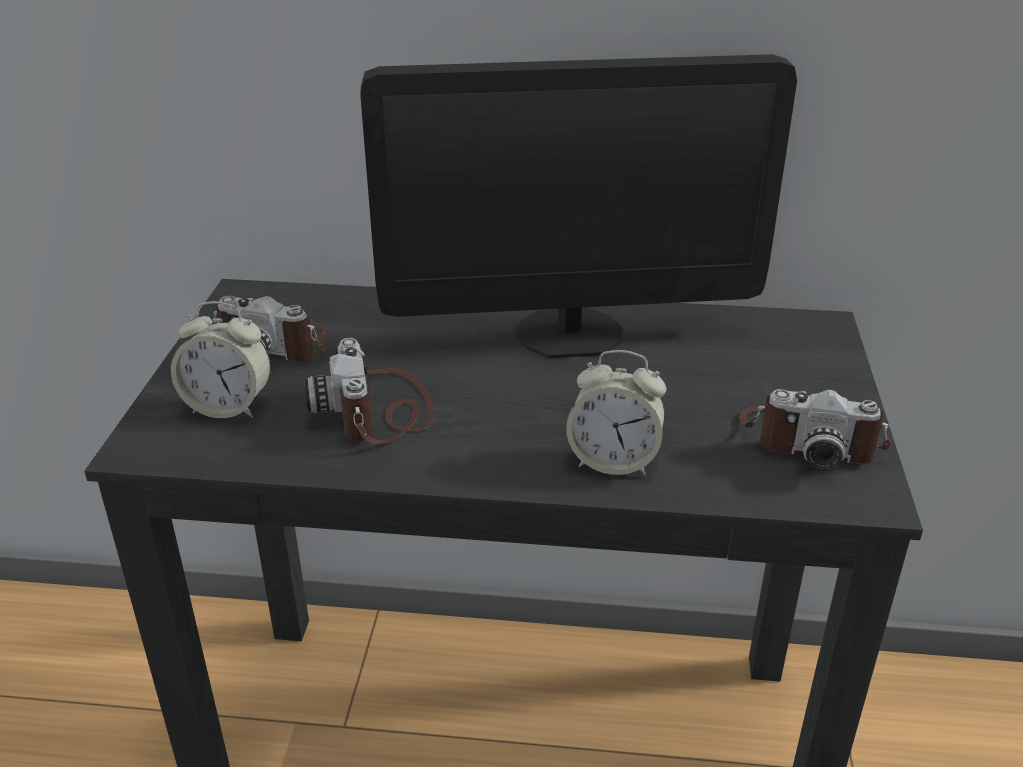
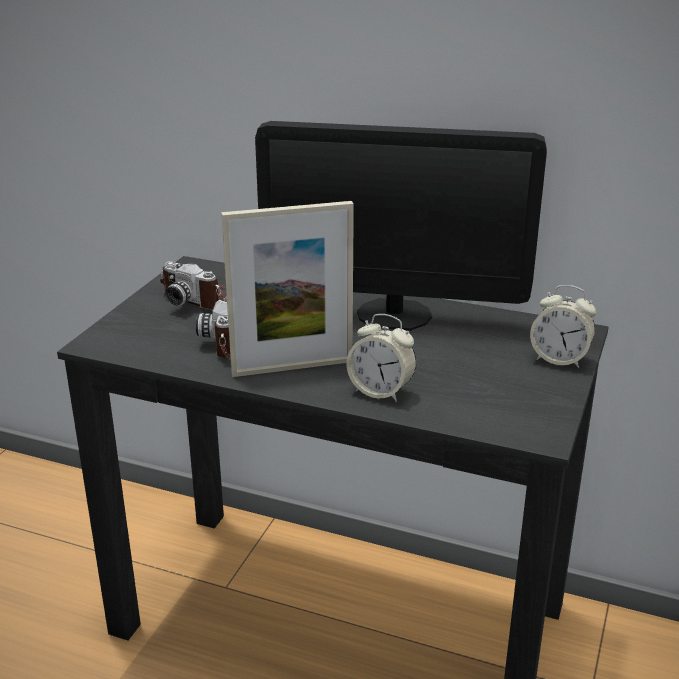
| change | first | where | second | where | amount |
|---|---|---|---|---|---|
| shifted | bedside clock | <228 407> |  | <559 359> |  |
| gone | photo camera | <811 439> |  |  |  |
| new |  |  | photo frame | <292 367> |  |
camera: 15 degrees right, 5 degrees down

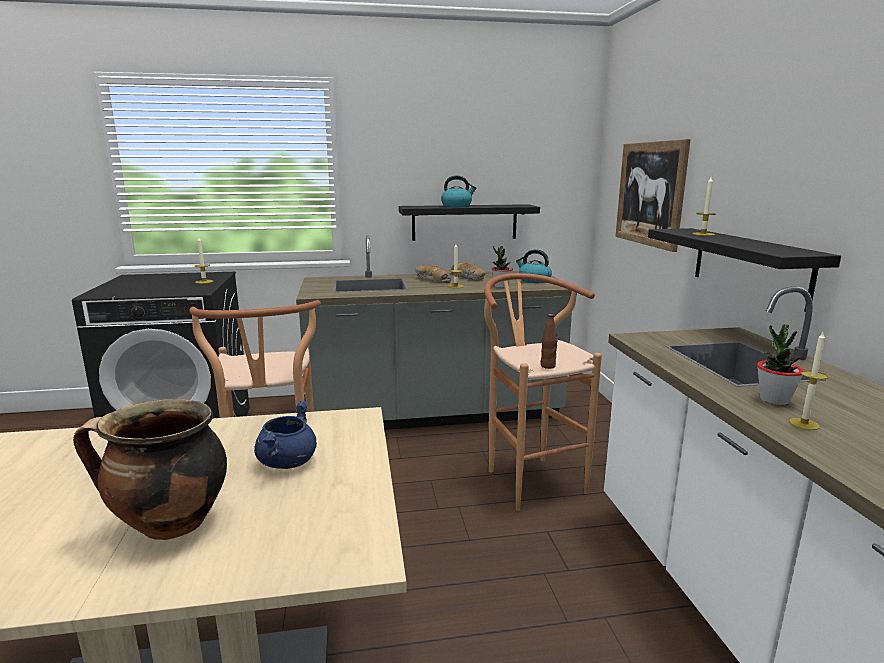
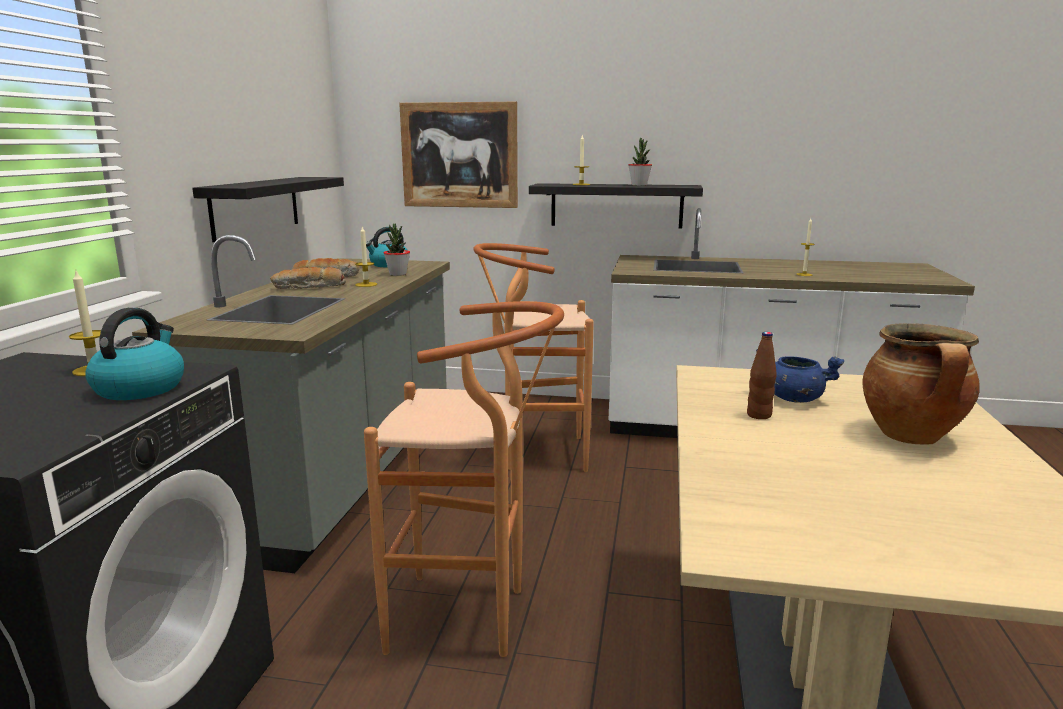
| change | first | where | second | where | amount |
|---|---|---|---|---|---|
| shifted | water kettle | <457 206> |  | <140 388> |  |
| shifted | brownish beverage bottle | <548 366> |  | <759 415> |  |
| shifted | houseplant | <774 400> |  | <639 185> |  |
camera: 70 degrees left, 0 degrees up

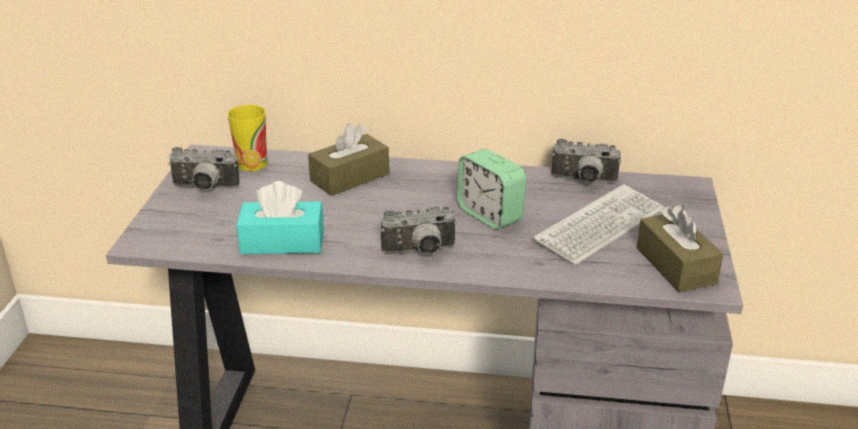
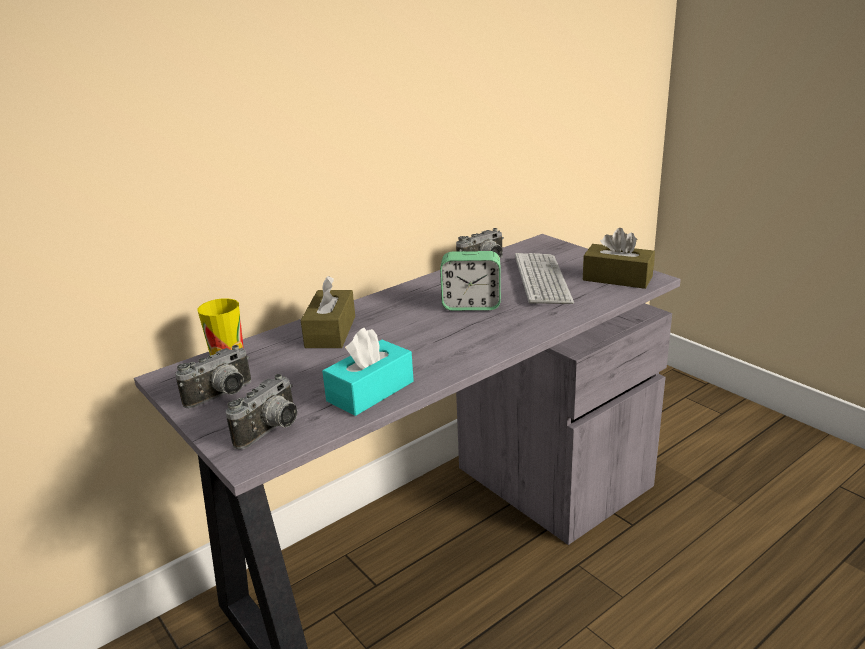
| change | first | where | second | where | amount |
|---|---|---|---|---|---|
| shifted | photo camera | <420 252> |  | <272 431> |  |
camera: 45 degrees left, 5 degrees down

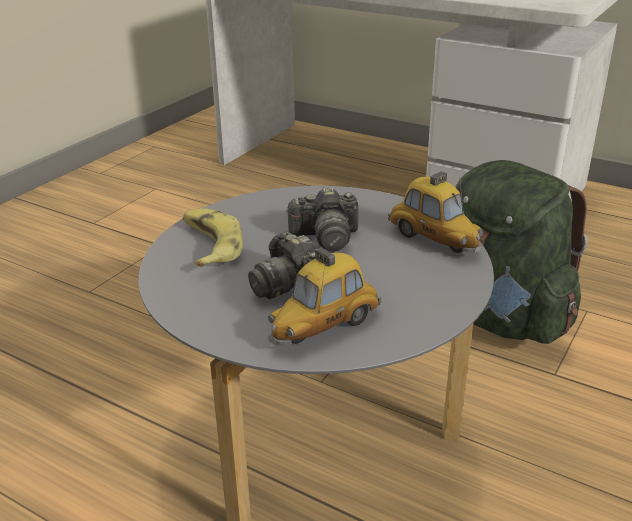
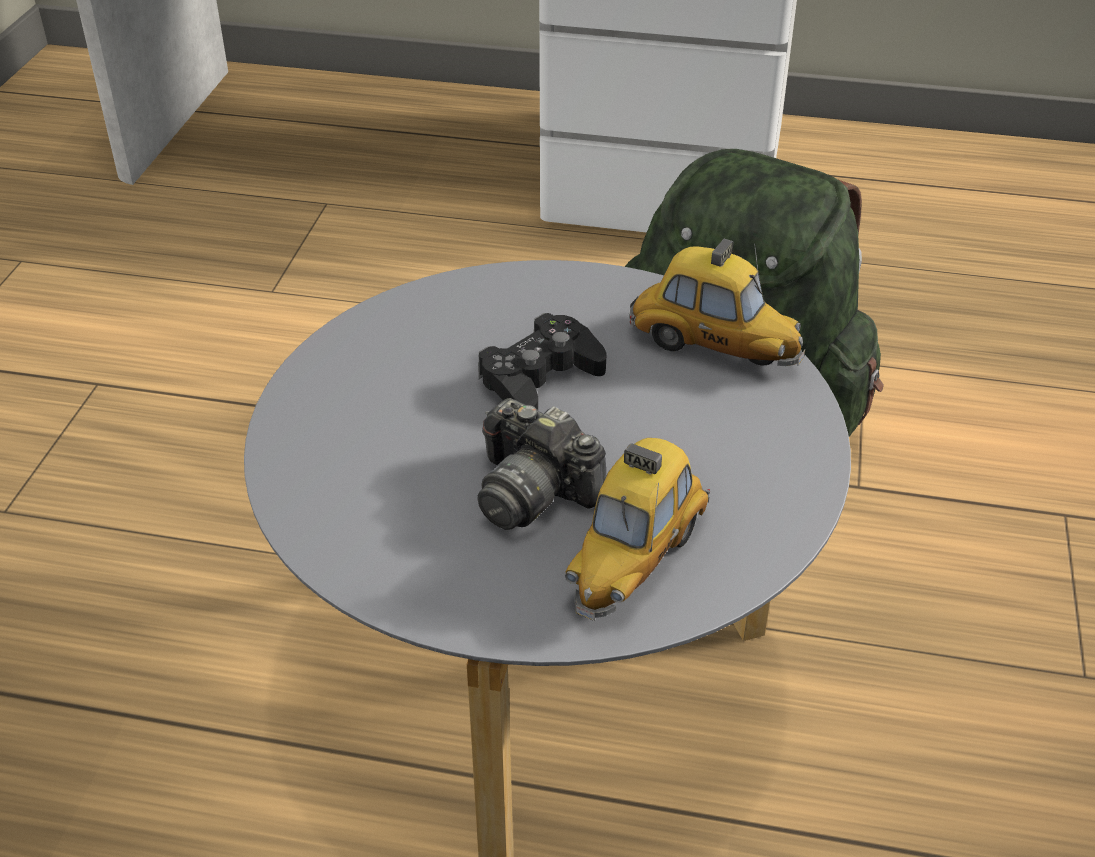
| change | first | where | second | where | amount |
|---|---|---|---|---|---|
| swapped | photo camera | <325 238> | black joypad | <540 378> |  |
| gone | banana | <209 246> |  |  |  |
camera: 20 degrees left, 10 degrees up

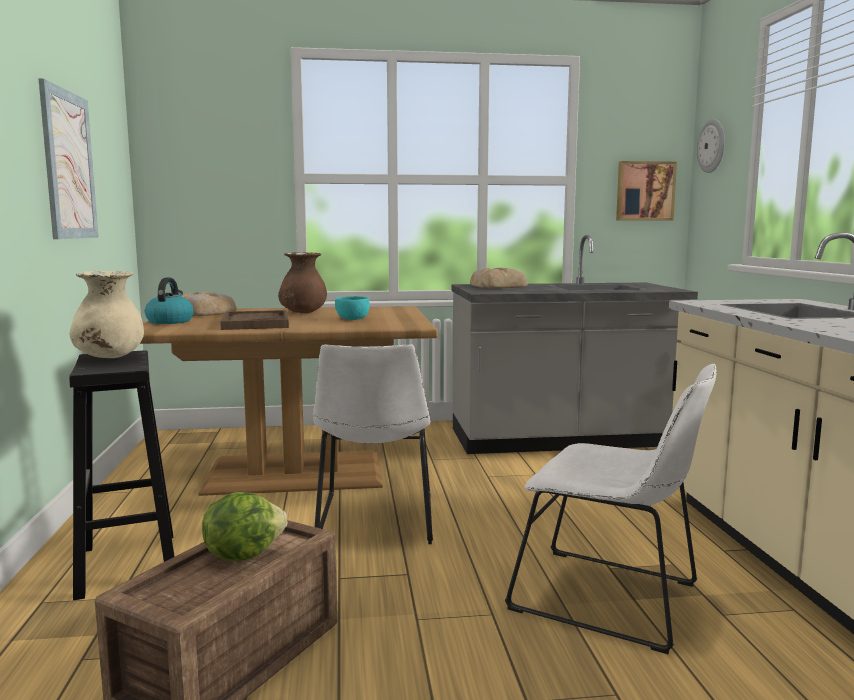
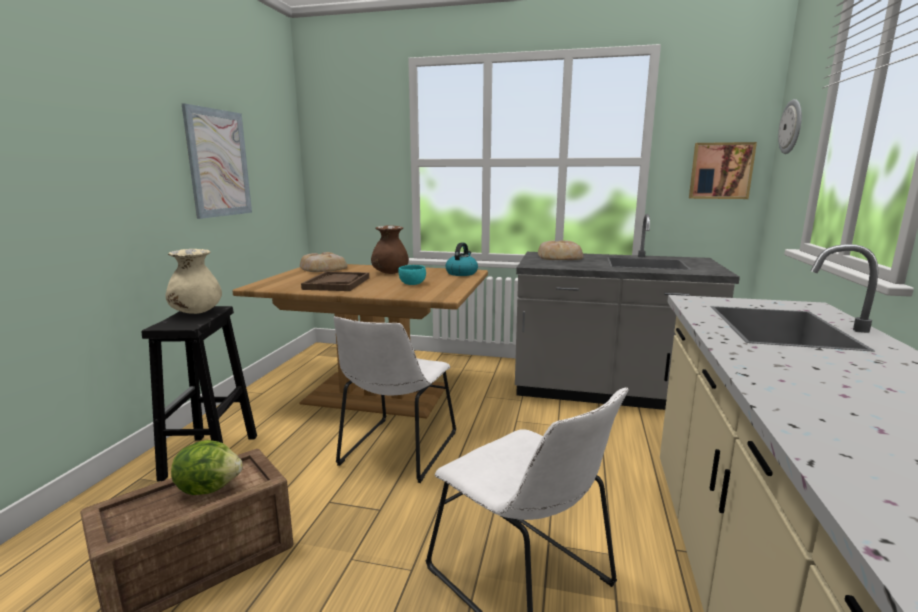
| change | first | where | second | where | amount |
|---|---|---|---|---|---|
| shifted | water kettle | <170 321> |  | <461 273> |  |
camera: 20 degrees right, 5 degrees up

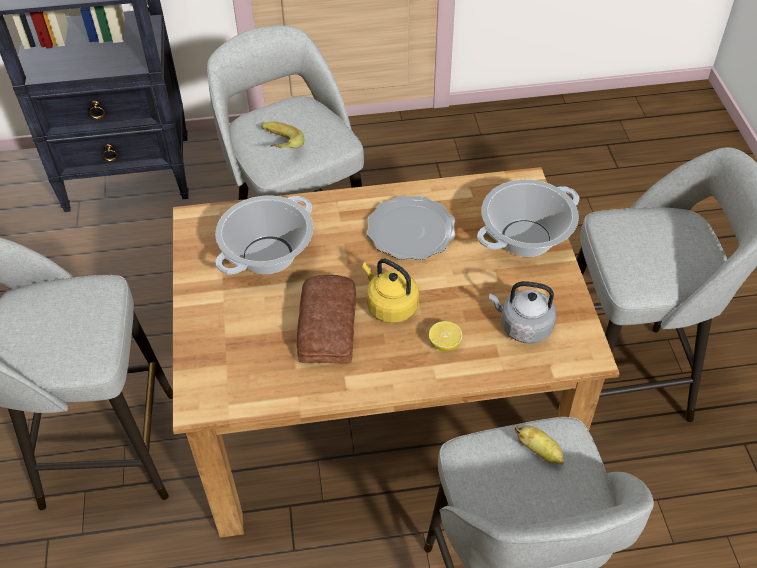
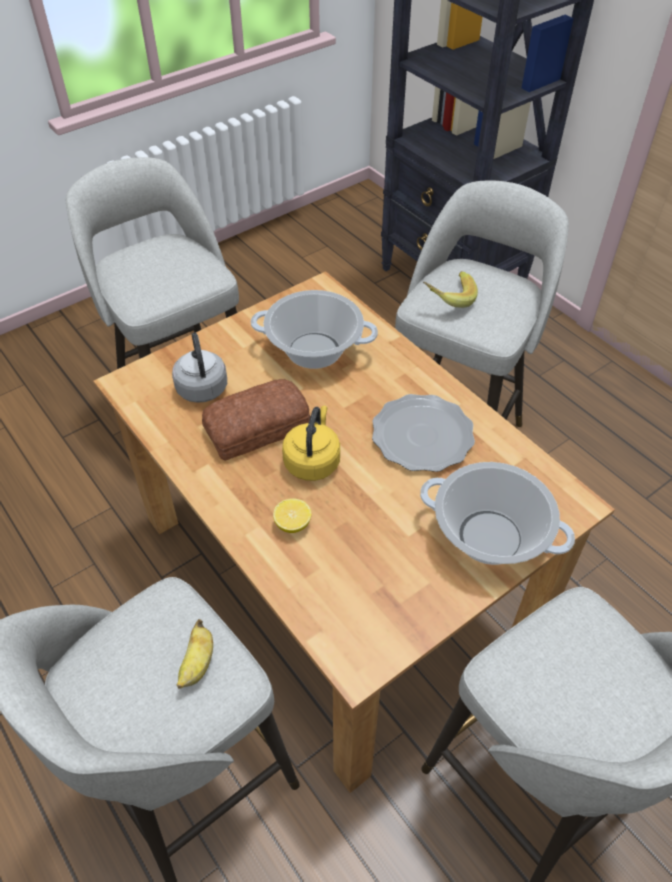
| change | first | where | second | where | amount |
|---|---|---|---|---|---|
| shifted | greyish water kettle | <523 326> |  | <201 386> |  |
camera: 60 degrees right, 0 degrees up

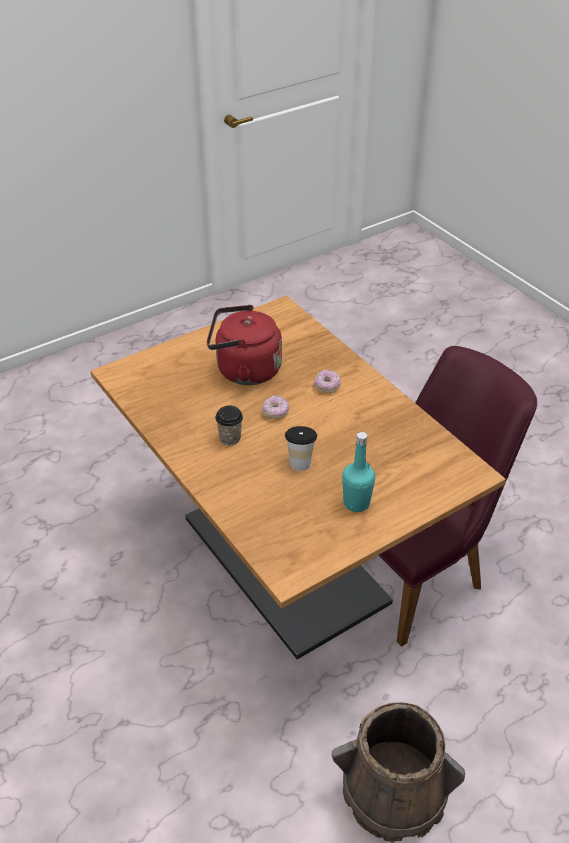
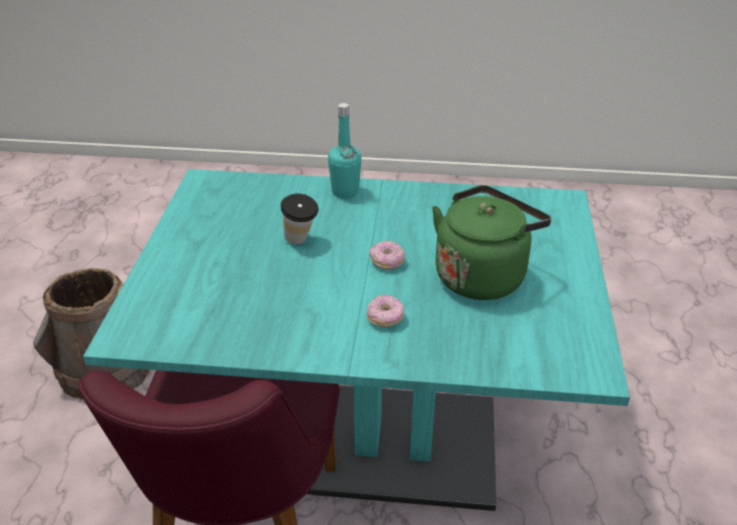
| change | first | where | second | where | amount |
|---|---|---|---|---|---|
| repainted | brownish dinner table | <284 559> | turquoise dinner table | <368 443> |  |
| repainted | red water kettle | <244 370> | green water kettle | <482 275> |  |
| gone | cup | <230 438> |  |  |  |
| shifted | turquoise beverage bottle | <356 503> |  | <345 192> |  |
camera: 130 degrees right, 5 degrees down

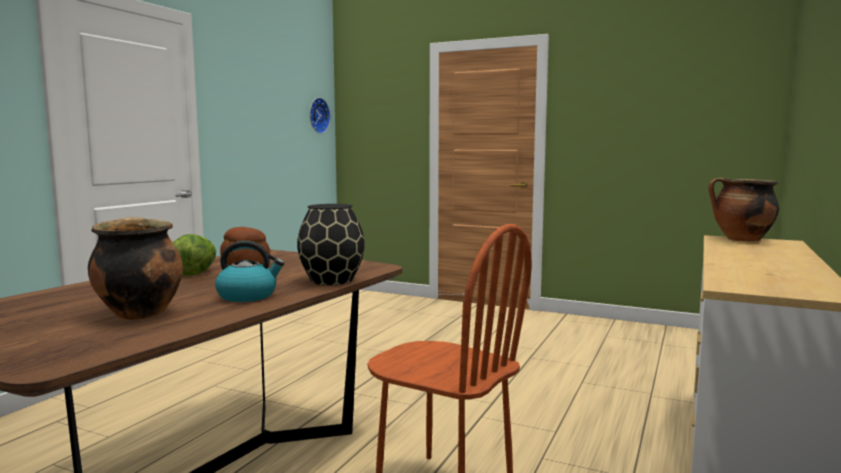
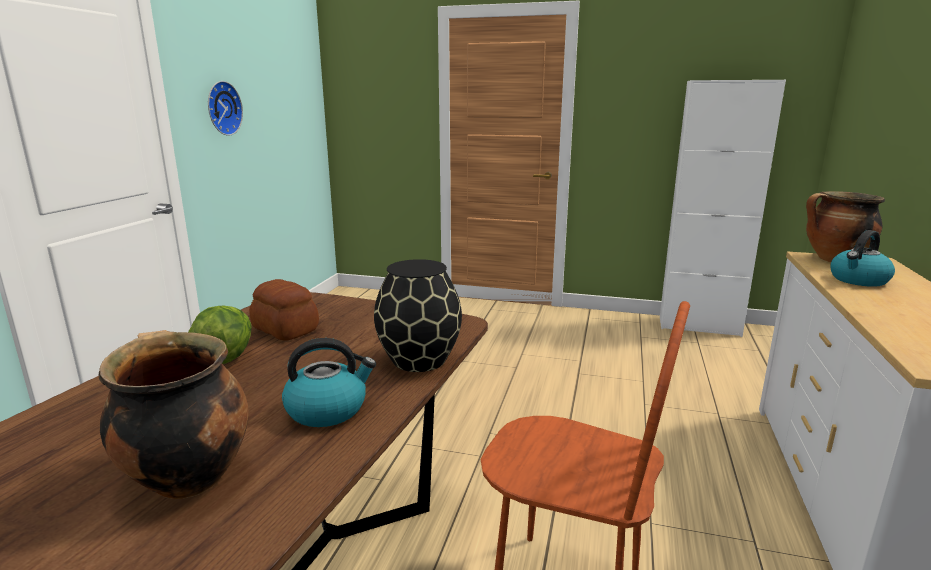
| change | first | where | second | where | amount |
|---|---|---|---|---|---|
| shifted | clock on the wall | <317 115> |  | <222 108> |  |
| new |  |  | white cabinet | <699 326> |  |
| new |  |  | water kettle | <858 280> |  |
camera: 10 degrees left, 10 degrees up

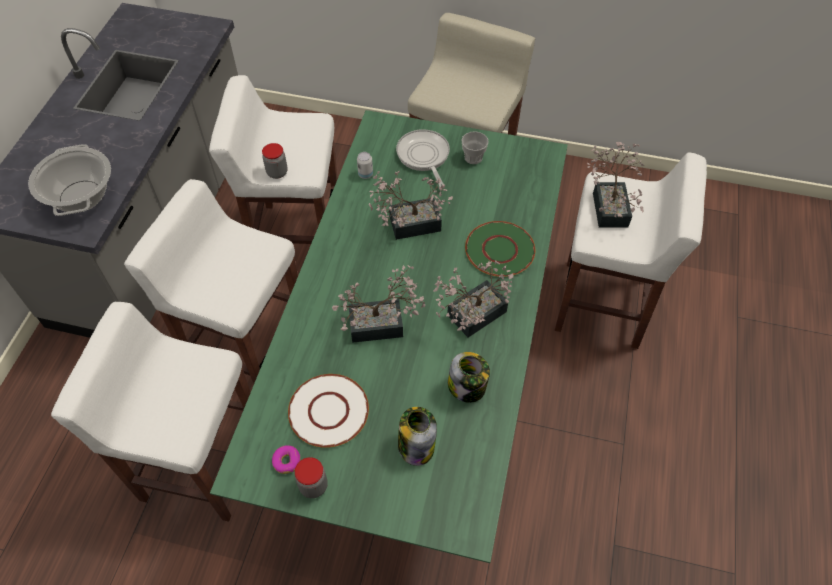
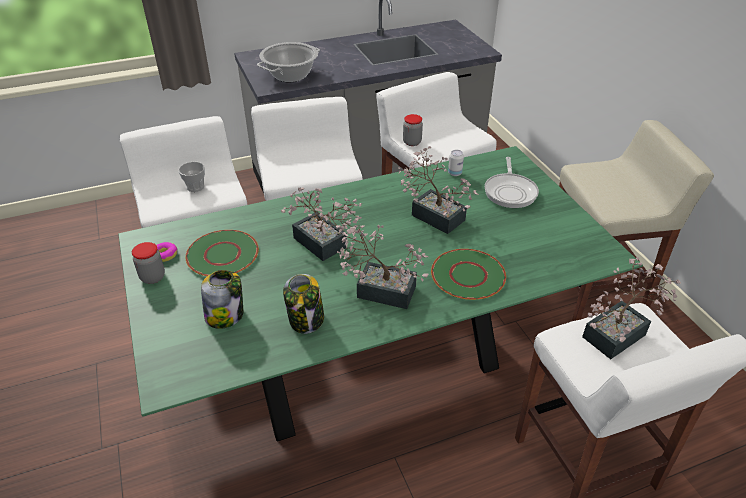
| change | first | where | second | where | amount |
|---|---|---|---|---|---|
| rotated | frying pan | <424 156> |  | <510 191> | 150 degrees clockwise |
| shifted | cup | <473 158> |  | <195 187> |  |
| repainted | white plate | <328 411> | green plate | <222 254> |  |
camera: 55 degrees right, 15 degrees down

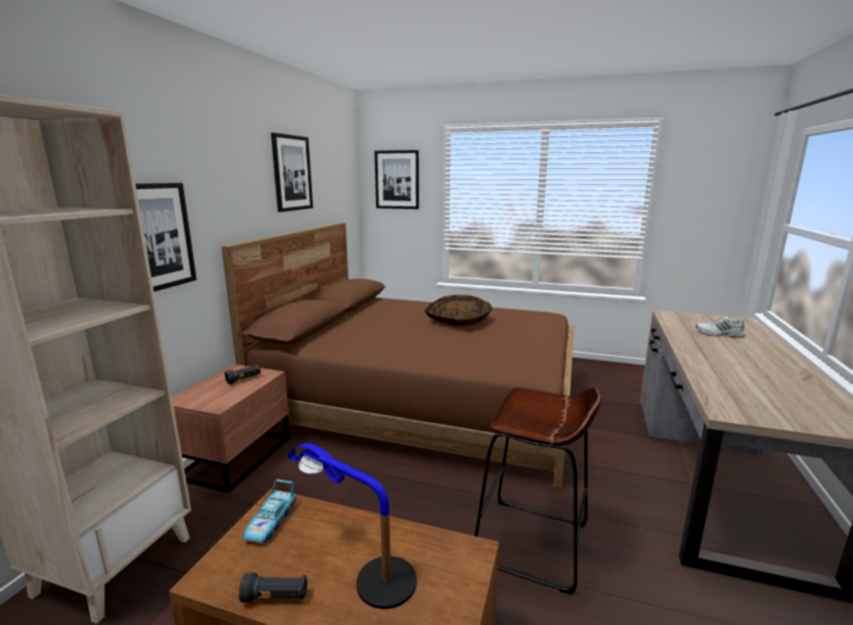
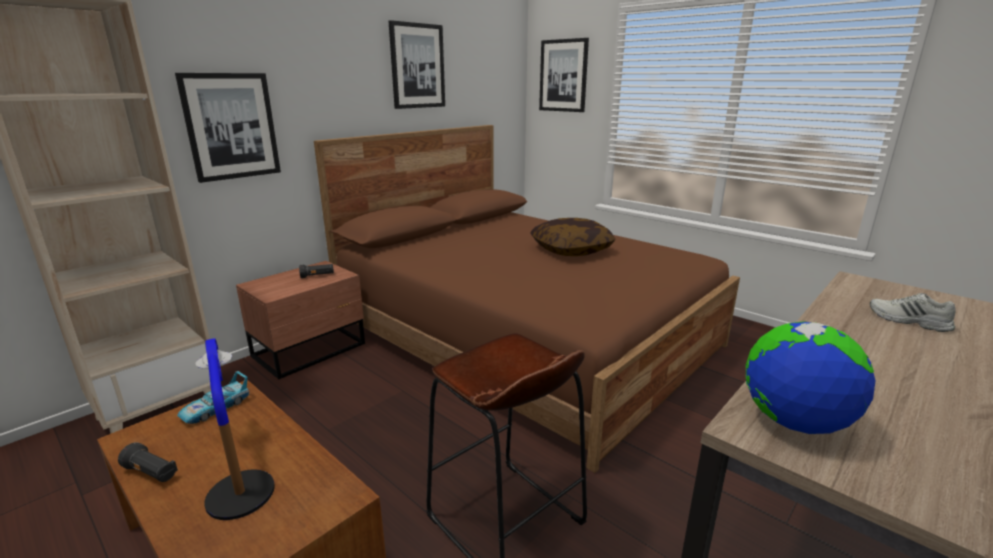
| change | first | where | second | where | amount |
|---|---|---|---|---|---|
| new |  |  | world globe | <794 422> |  |
camera: 25 degrees right, 5 degrees up

